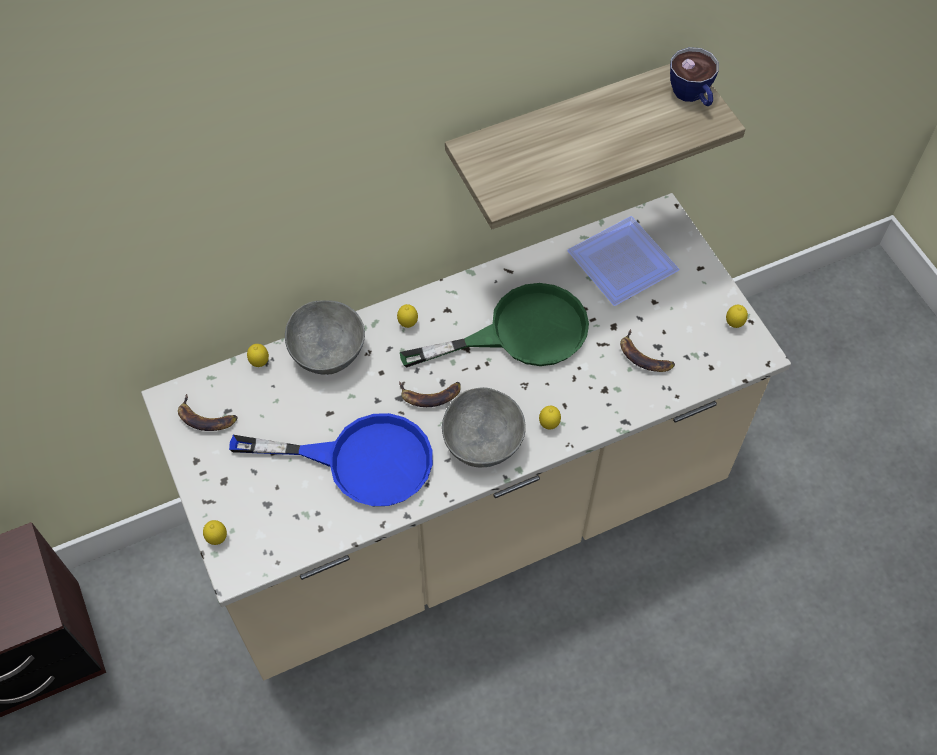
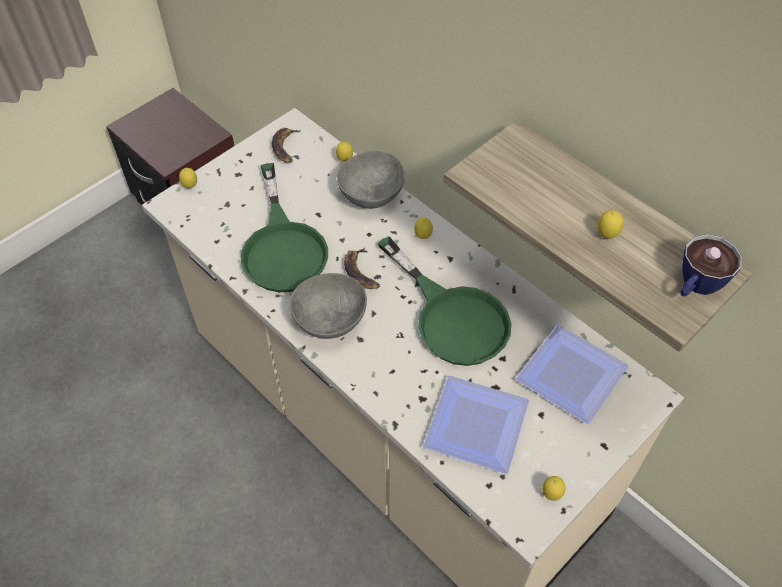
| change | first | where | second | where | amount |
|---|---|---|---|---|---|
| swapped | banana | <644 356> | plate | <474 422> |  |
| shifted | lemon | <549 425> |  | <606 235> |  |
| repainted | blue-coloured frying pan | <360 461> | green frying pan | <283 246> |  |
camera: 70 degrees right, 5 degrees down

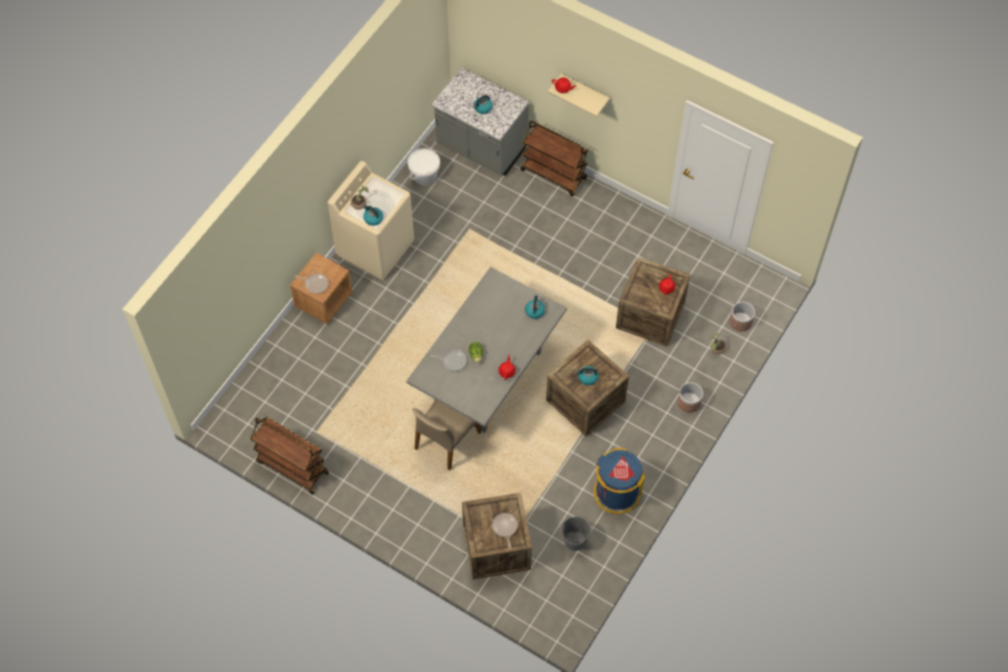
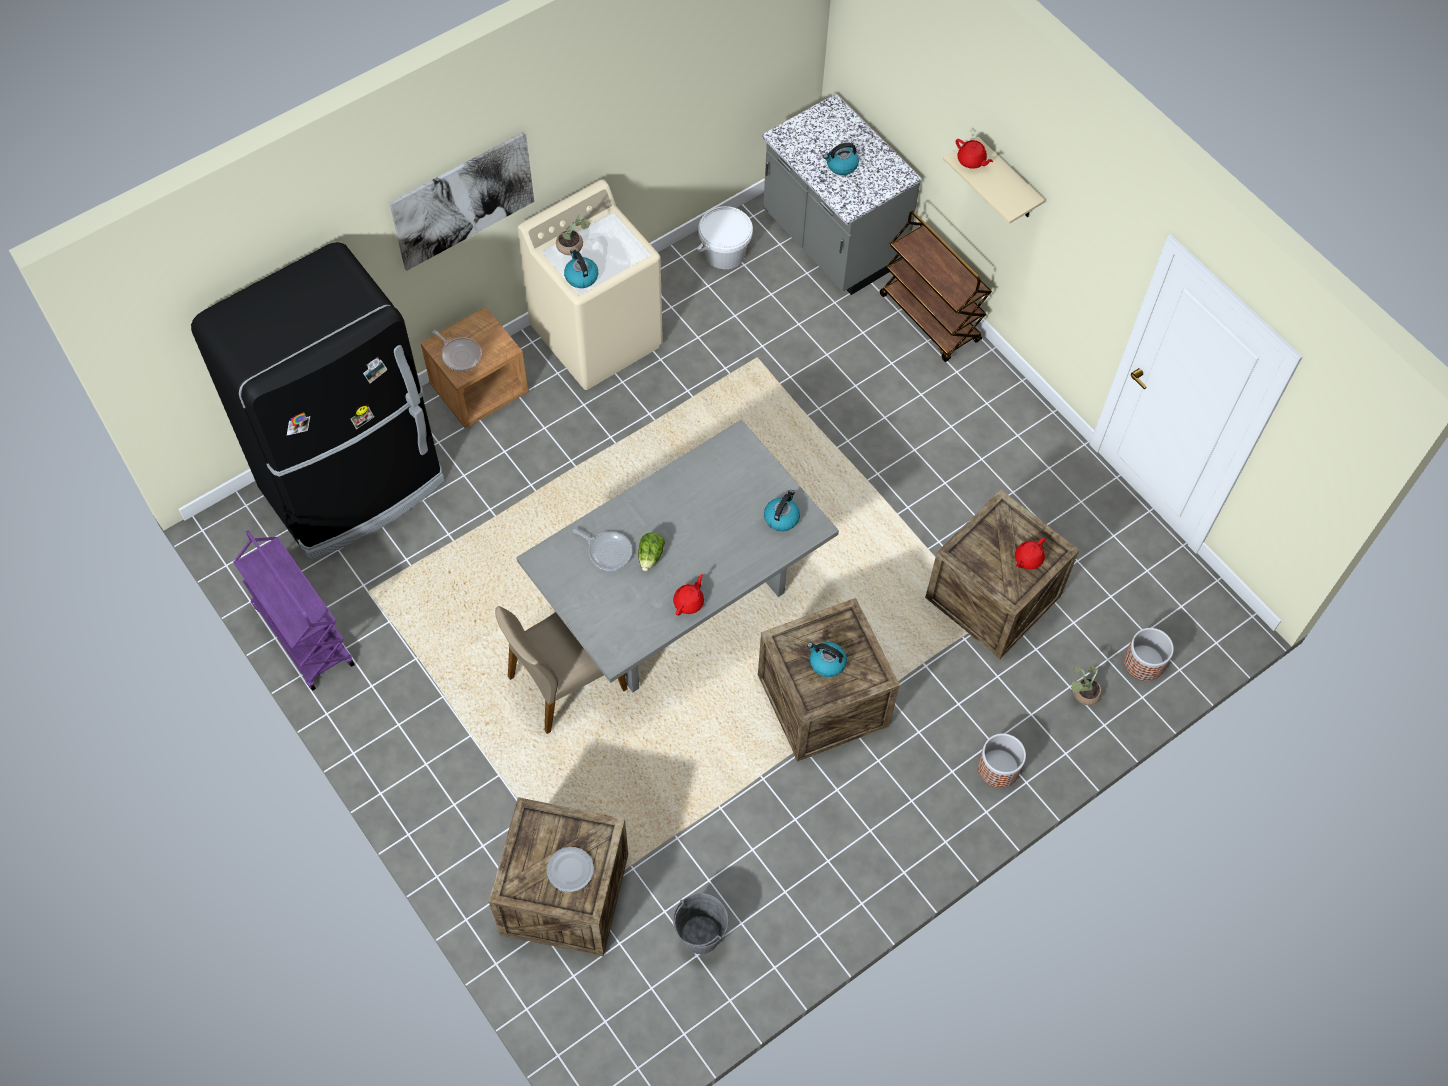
| change | first | where | second | where | amount |
|---|---|---|---|---|---|
| repainted | brownish cart | <292 467> | purple-coloured cart | <302 634> |  |
| gone | blue-coloured rubbish bin | <616 492> |  |  |  |
| swapped | frying pan | <505 527> | plate | <569 870> |  |
| new |  |  | picture | <463 200> |  |
| new |  |  | black fridge | <354 486> |  |
camera: 20 degrees right, 0 degrees up

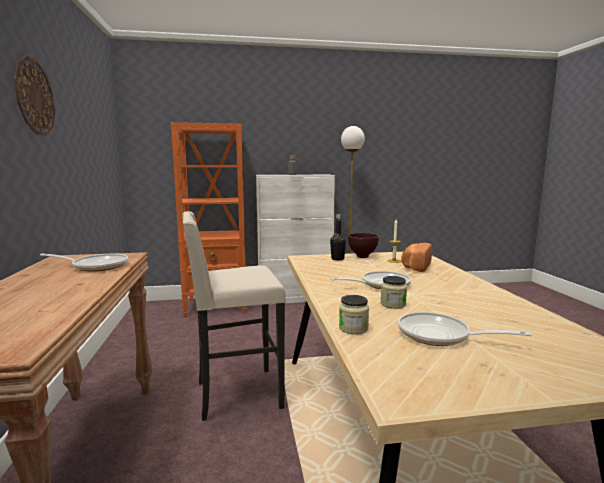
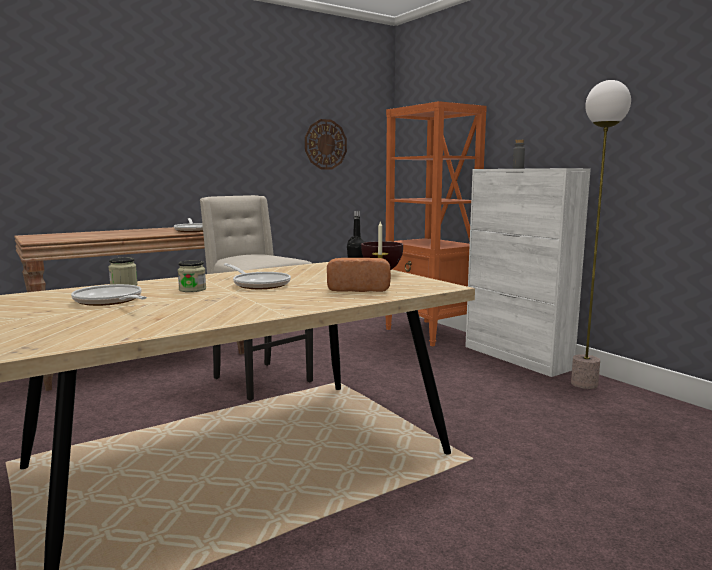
| change | first | where | second | where | amount |
|---|---|---|---|---|---|
| shifted | clock on the wall | <34 97> |  | <325 144> |  |
| rotated | frying pan | <440 335> |  | <110 301> | 45 degrees counterclockwise |
camera: 65 degrees right, 0 degrees up

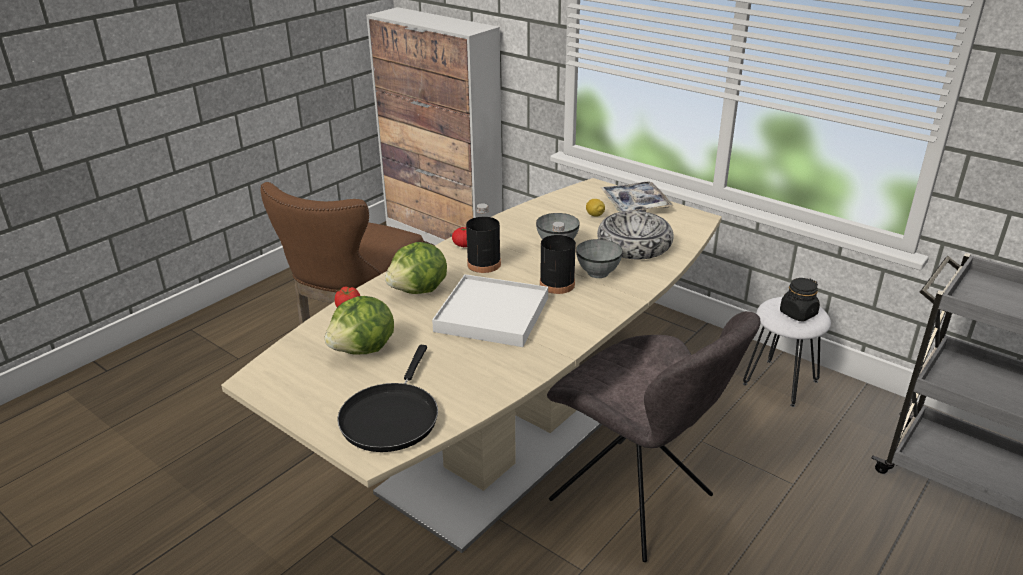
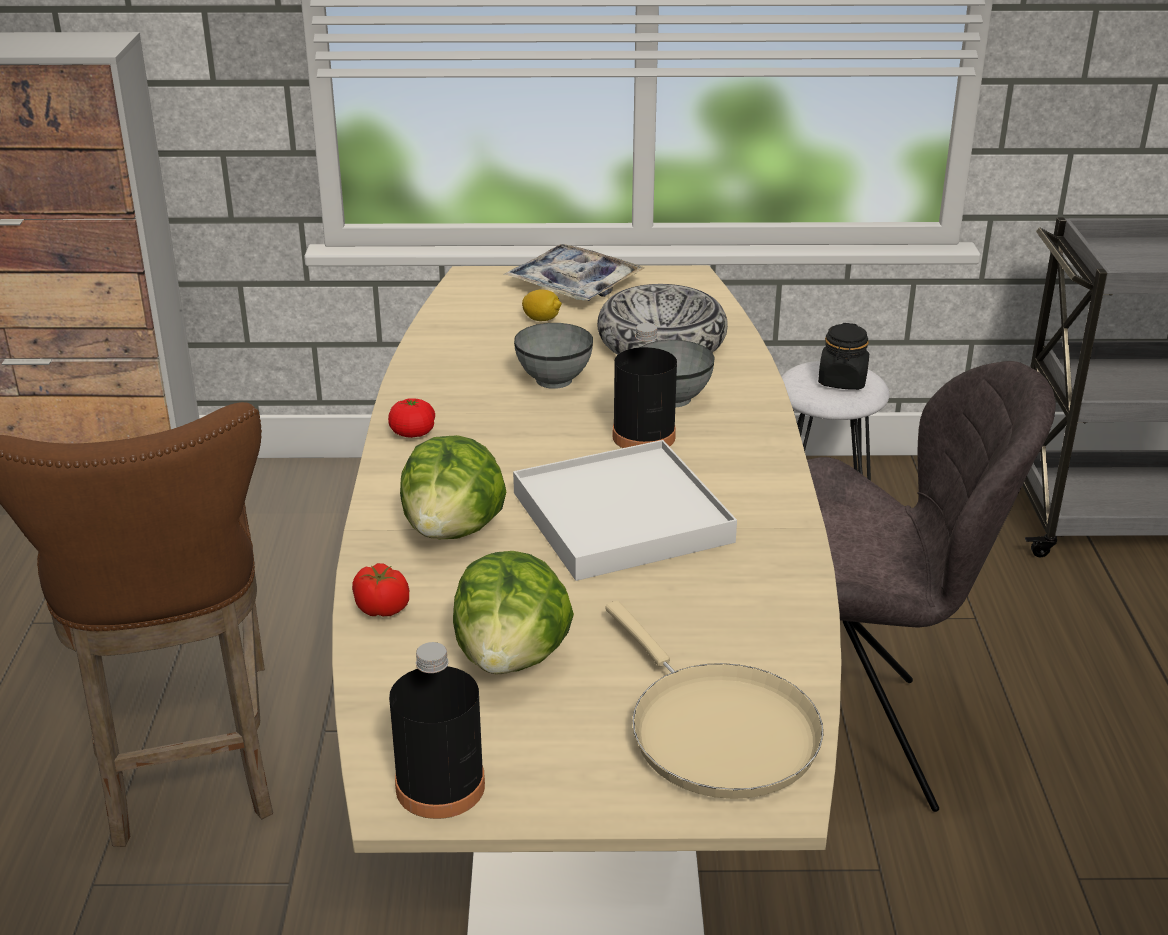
| change | first | where | second | where | amount |
|---|---|---|---|---|---|
| shifted | black beverage bottle | <484 264> |  | <440 786> |  |
| repainted | black frying pan | <391 417> | beige frying pan | <716 731> |  |
camera: 40 degrees left, 0 degrees up

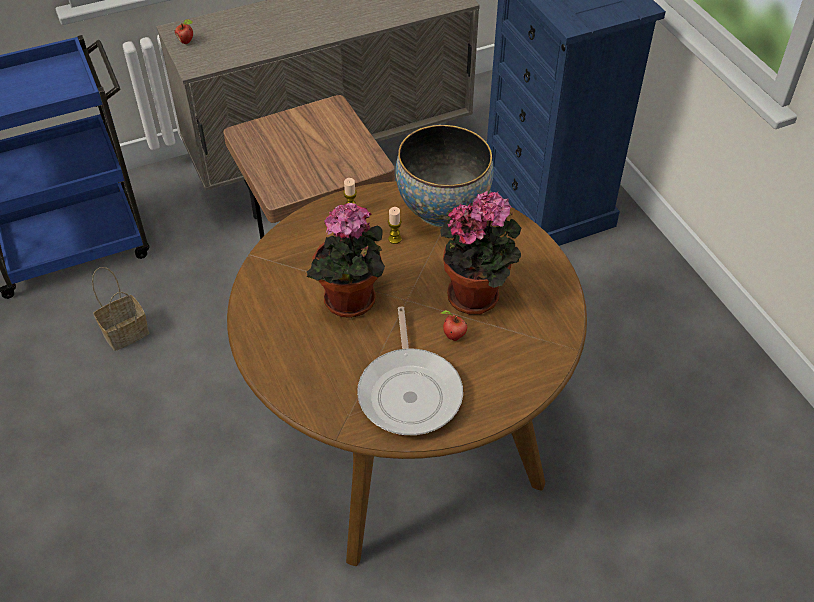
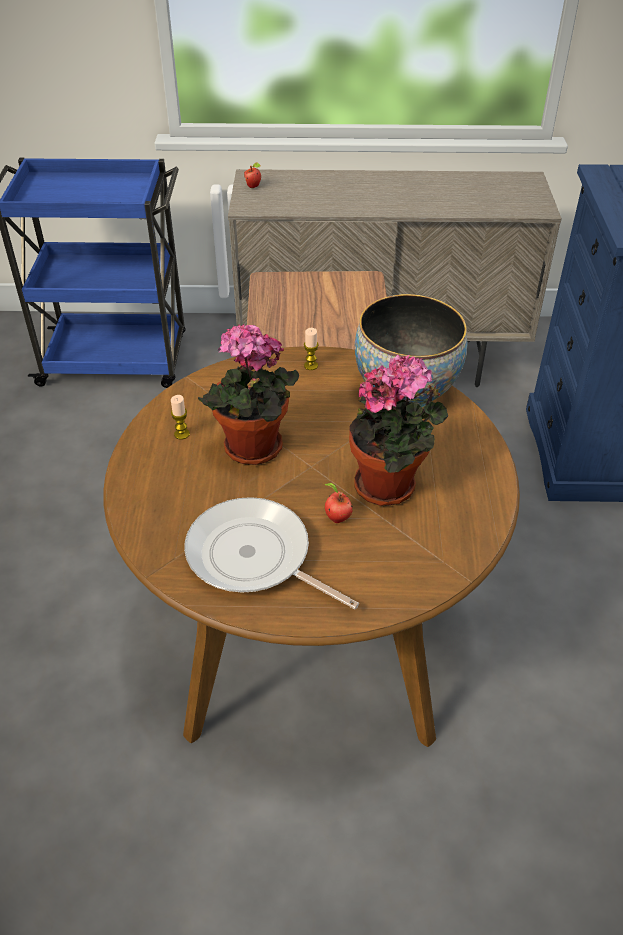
| change | first | where | second | where | amount |
|---|---|---|---|---|---|
| shifted | candle | <394 239> |  | <182 434> |  |
| gone | household basket | <126 331> |  |  |  |
| rotated | frying pan | <410 391> |  | <254 557> | 105 degrees clockwise |
camera: 25 degrees right, 5 degrees down

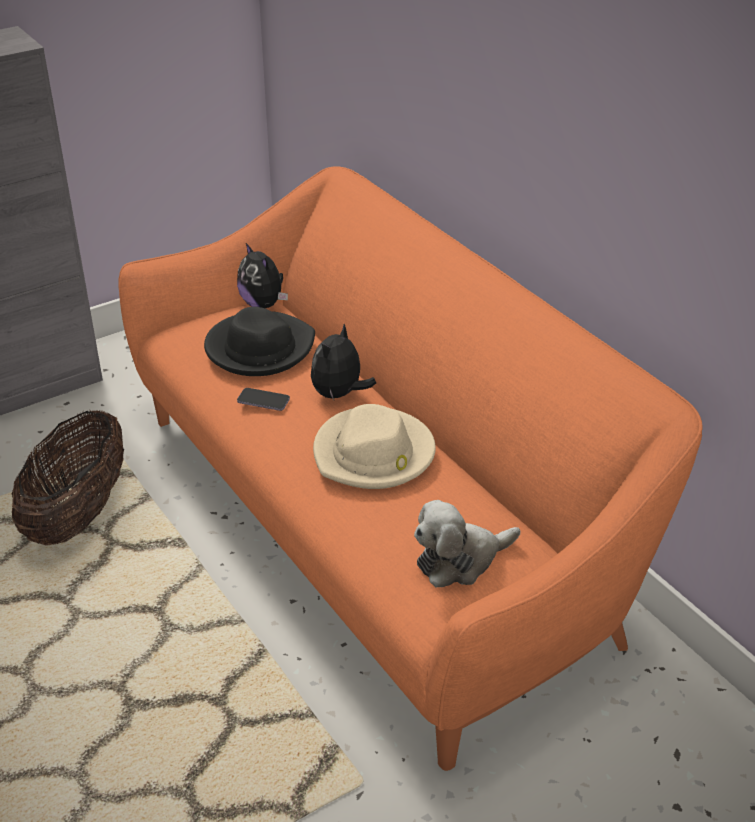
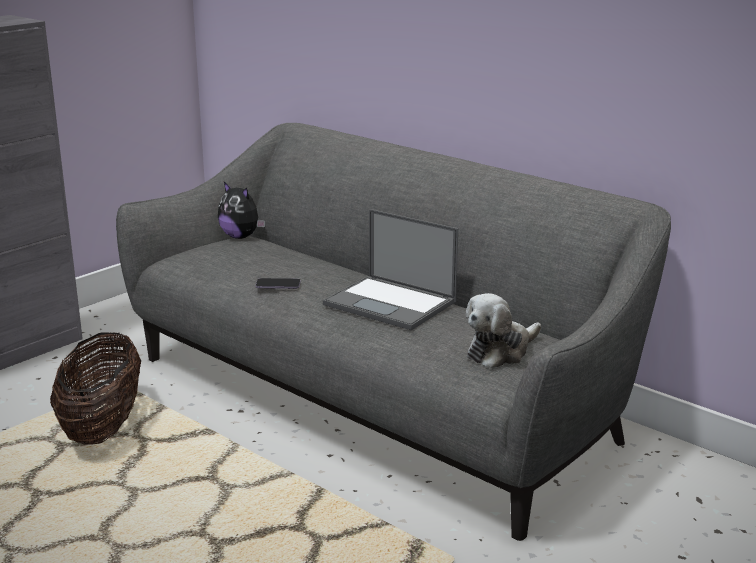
| change | first | where | second | where | amount |
|---|---|---|---|---|---|
| repainted | orange-coloured settee | <377 524> | greyish settee | <378 398> |  |
| gone | black wearable hat | <259 348> |  |  |  |
| gone | plush toy | <339 394> |  |  |  |
| swapped | beige wearable hat | <374 454> | portable computer | <391 303> |  |
camera: 15 degrees left, 15 degrees down

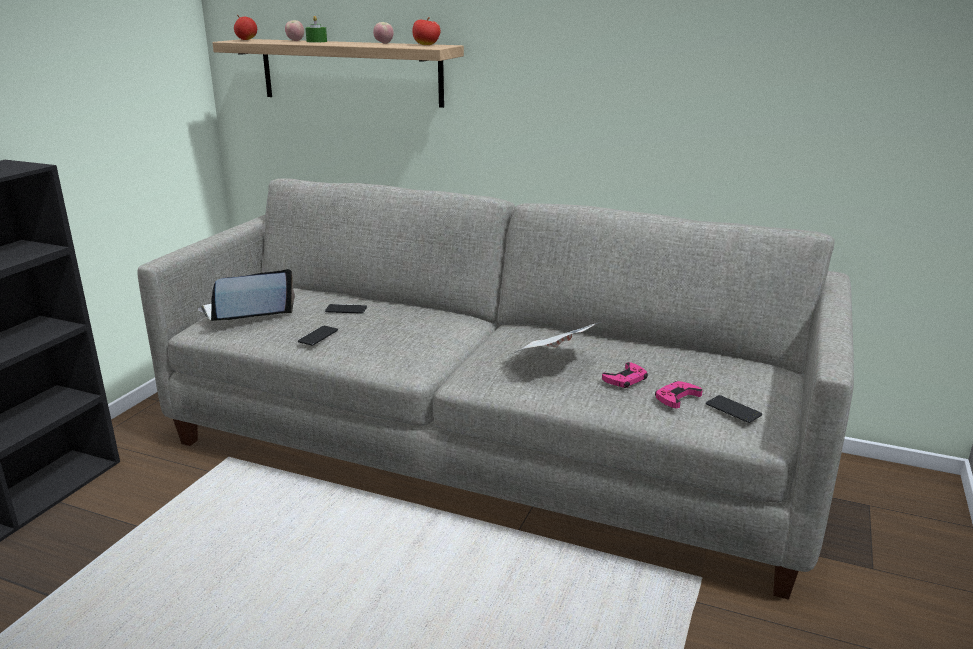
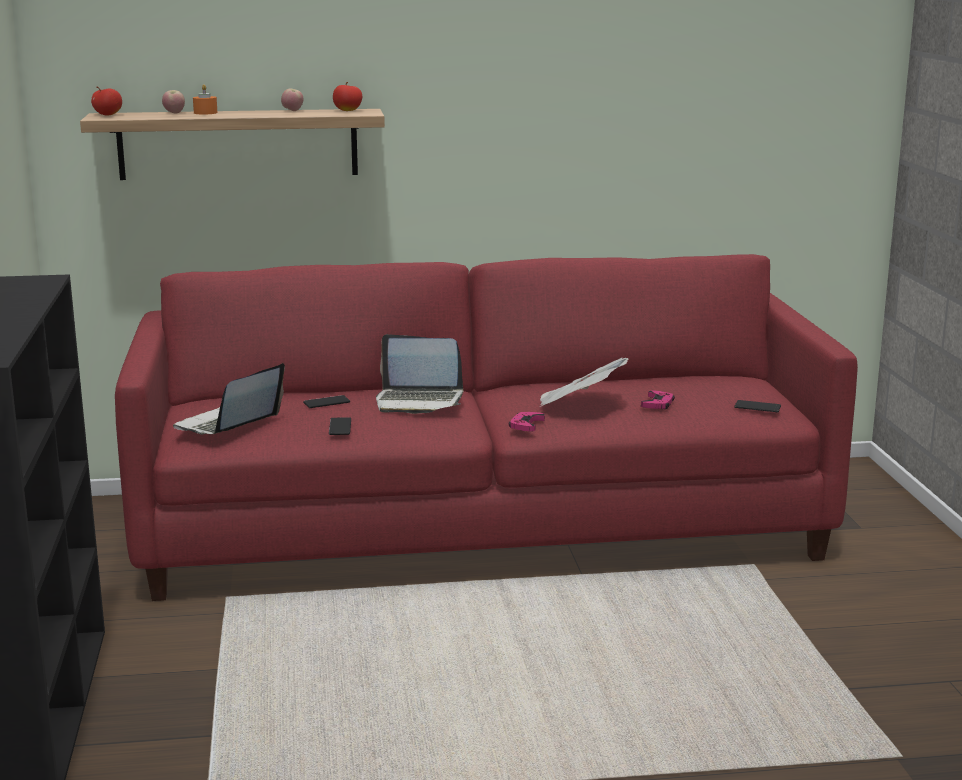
| change | first | where | second | where | amount |
|---|---|---|---|---|---|
| repainted | green candle | <316 41> | orange-coloured candle | <205 113> |  |
| repainted | greyish settee | <487 448> | red settee | <481 528> |  |
| shifted | pink-coloured joypad | <676 397> |  | <526 425> |  |
| new |  |  | portable computer | <419 401> |  |
camera: 30 degrees left, 5 degrees down

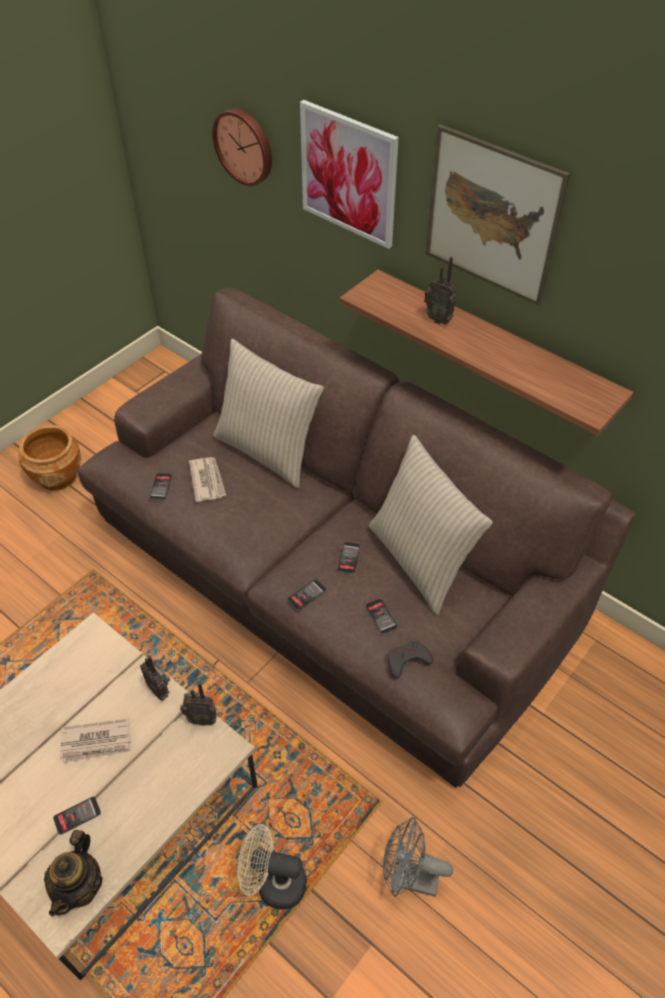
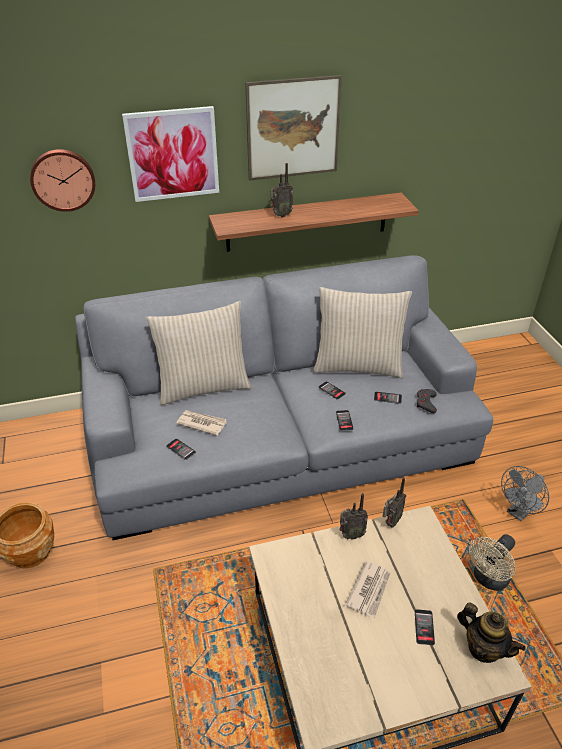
| change | first | where | second | where | amount |
|---|---|---|---|---|---|
| repainted | brownish settee | <333 568> | greyish settee | <281 437> |  |
camera: 55 degrees left, 10 degrees down

